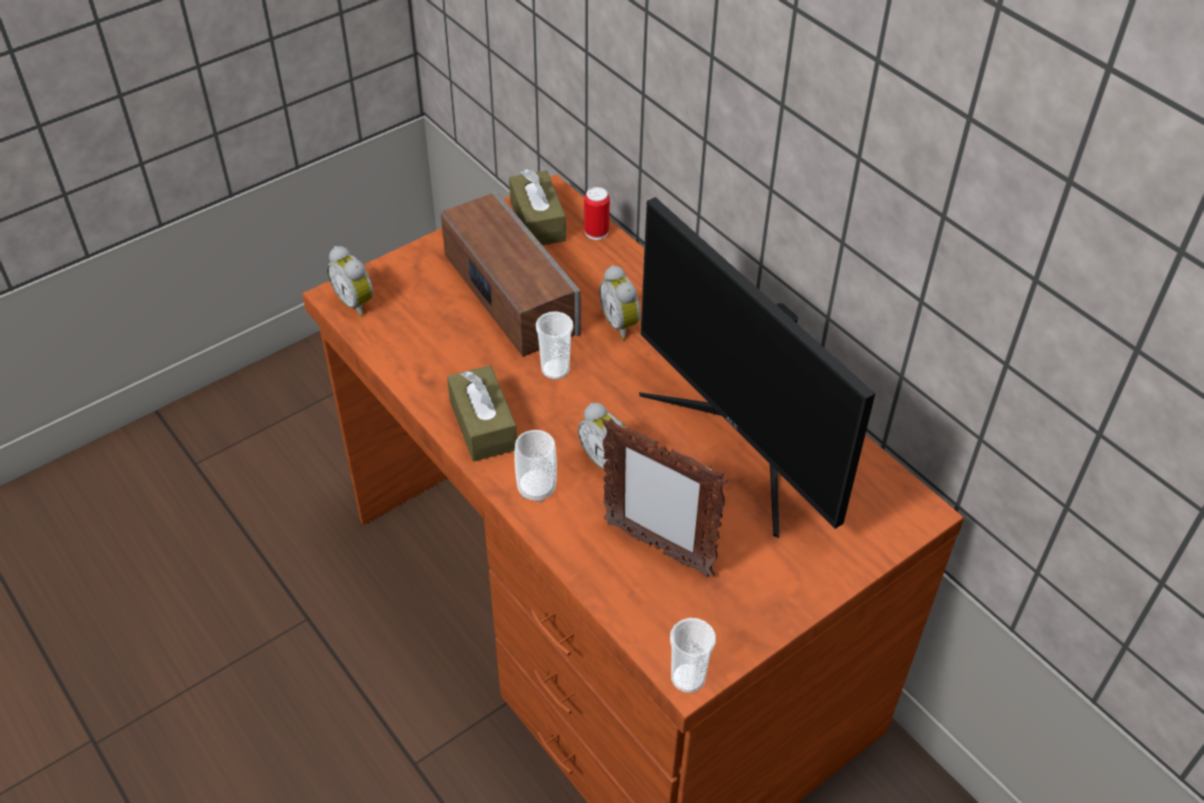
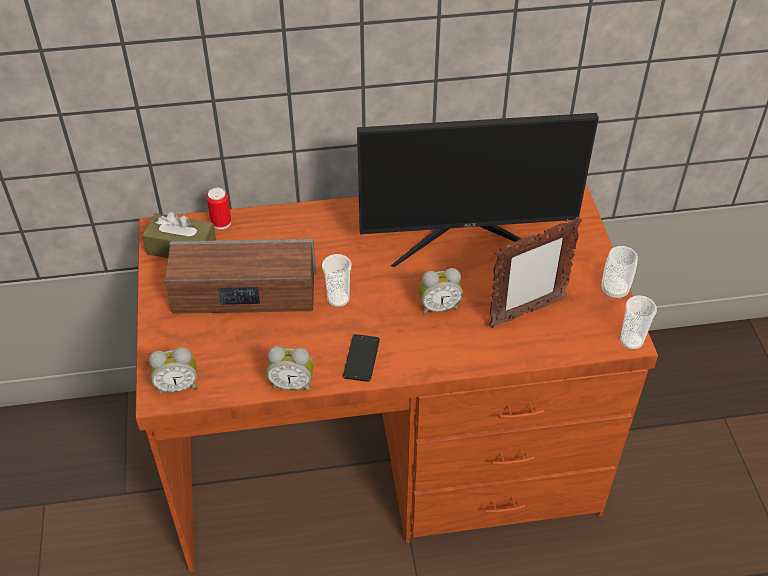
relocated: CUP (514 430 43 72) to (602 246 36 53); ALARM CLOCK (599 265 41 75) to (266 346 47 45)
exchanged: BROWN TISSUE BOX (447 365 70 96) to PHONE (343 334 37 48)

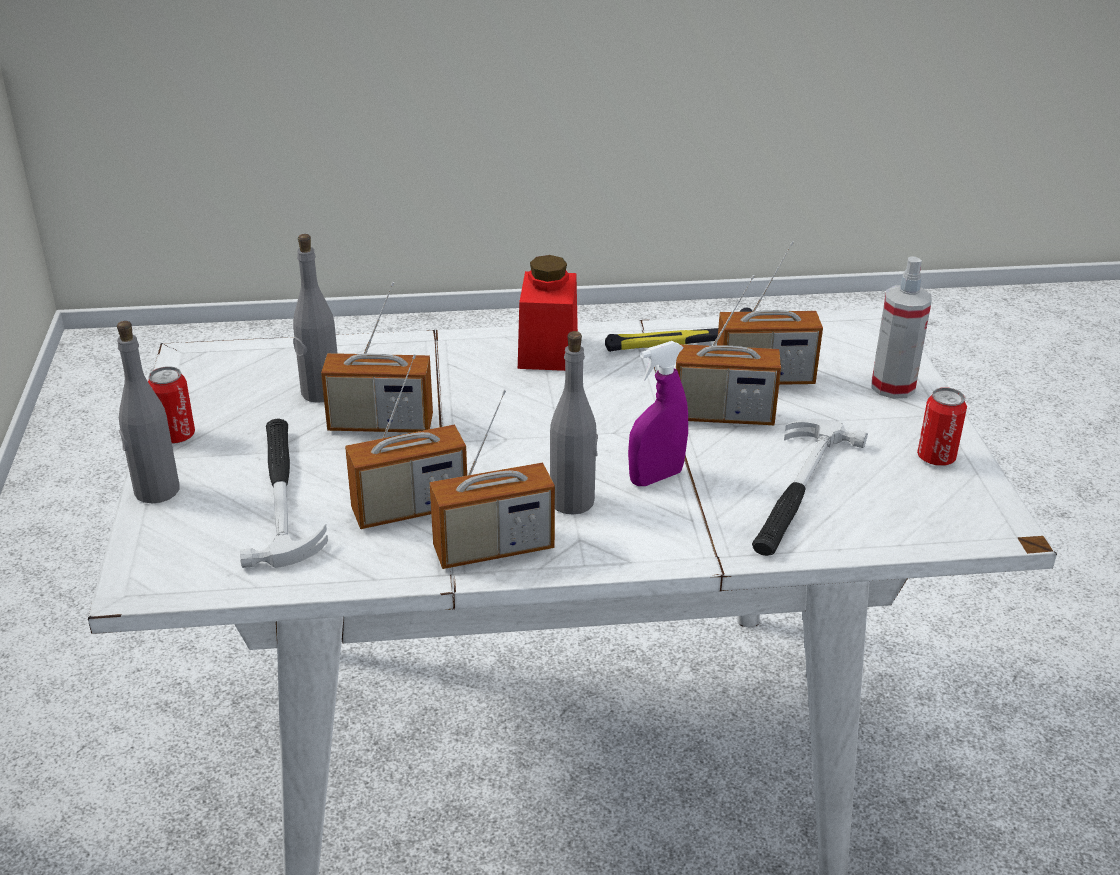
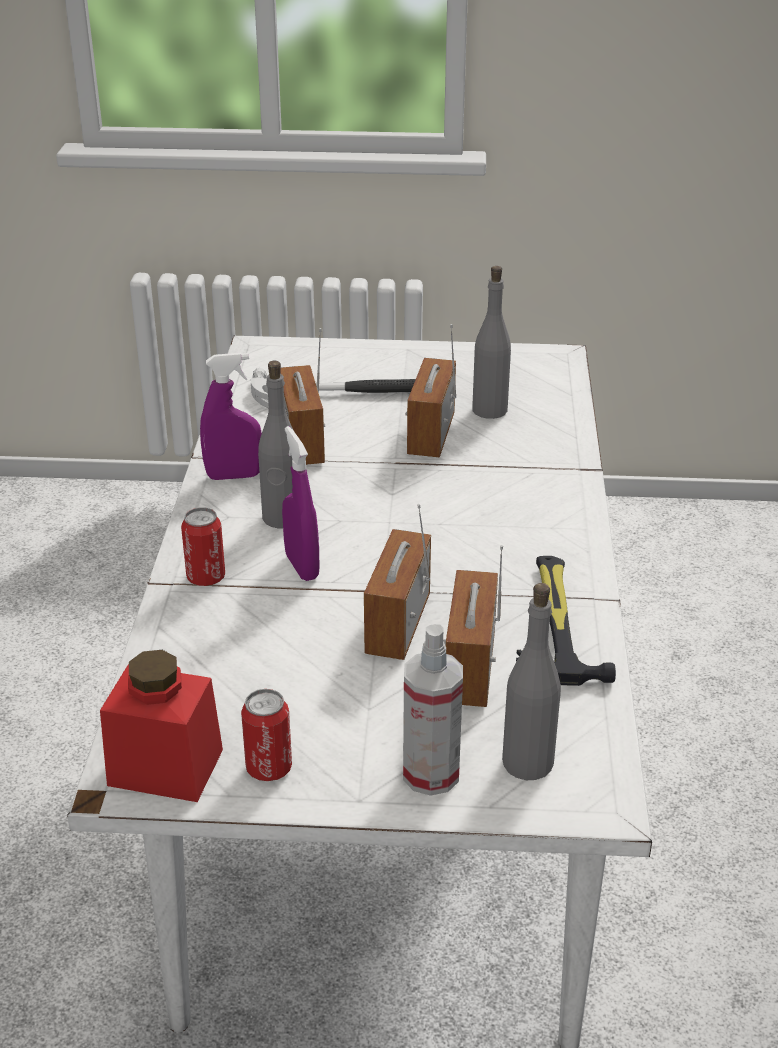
missing: HAMMER (752 419 116 137)
relocated: GREY BOTTLE (117 321 62 183) to (502 583 59 197); CAN (148 366 47 78) to (181 507 44 79); RED JAR (518 255 60 116) to (100 650 123 152)
exchanged: RADIO (430 390 125 179) to PURPLE SPRAY BOTTLE (200 353 62 127)

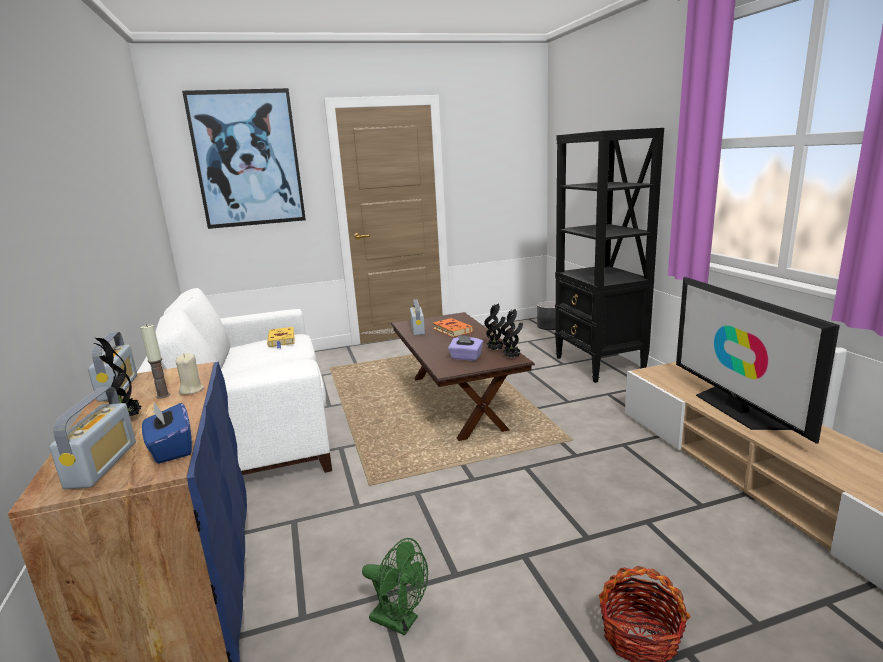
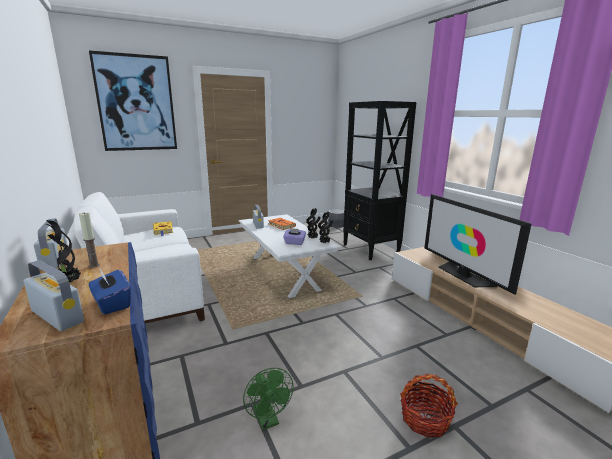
missing: BEIGE CANDLE (176 353 28 42)
colour: BROWN COFFEE TABLE (391 312 144 129) to WHITE COFFEE TABLE (239 214 101 84)
spun: RADIO (49 387 87 102) = (24 260 60 71) 45 degrees counterclockwise; GREEN FAN (362 538 66 97) = (243 368 50 62) 45 degrees clockwise

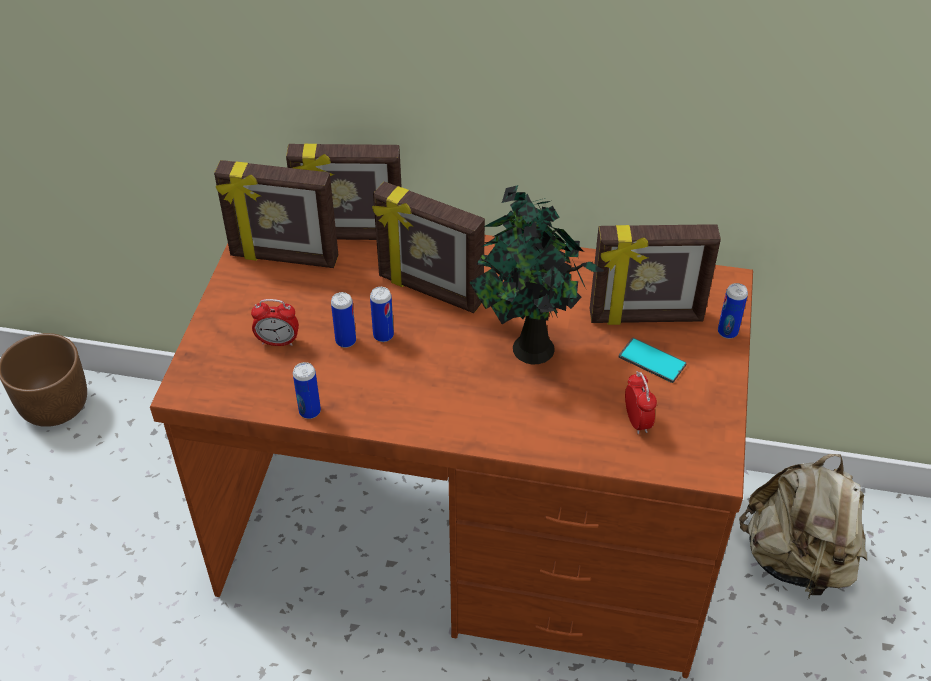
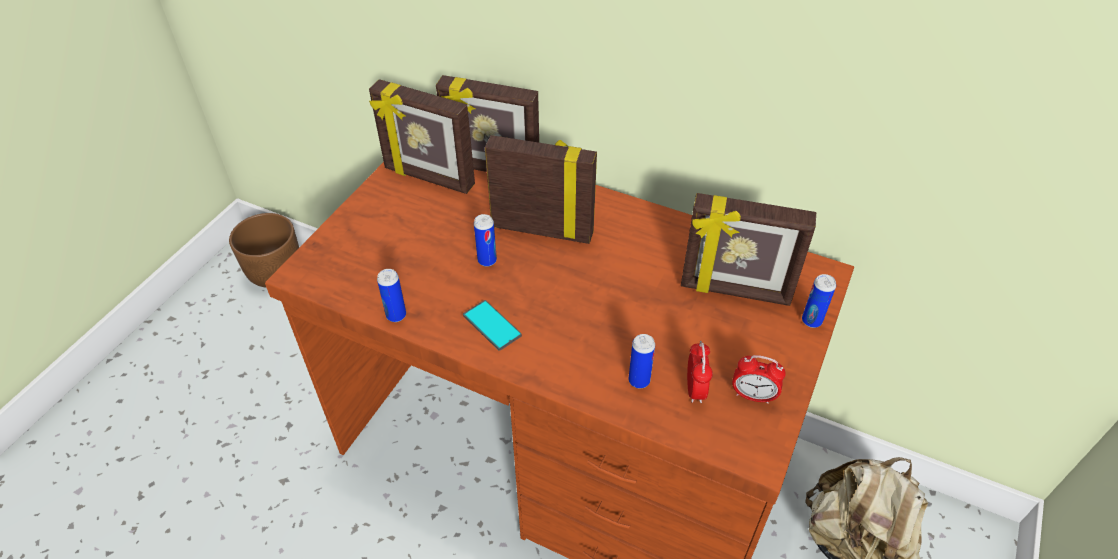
missing: POTTED PLANT (469 185 135 179)
relocated: ALARM CLOCK (251 299 48 47) to (732 355 54 49); CAN (331 292 25 56) to (629 334 26 54); PHONE (619 338 68 45) to (463 300 59 51)
spun: PICTURE FRAME (372 181 113 132) = (485 135 112 109) 150 degrees clockwise

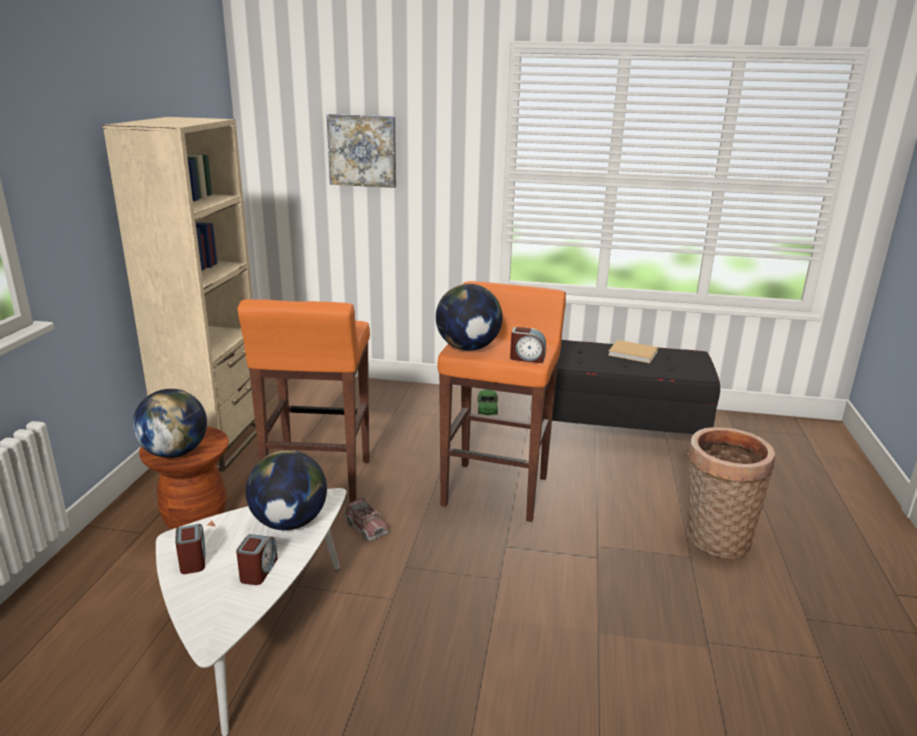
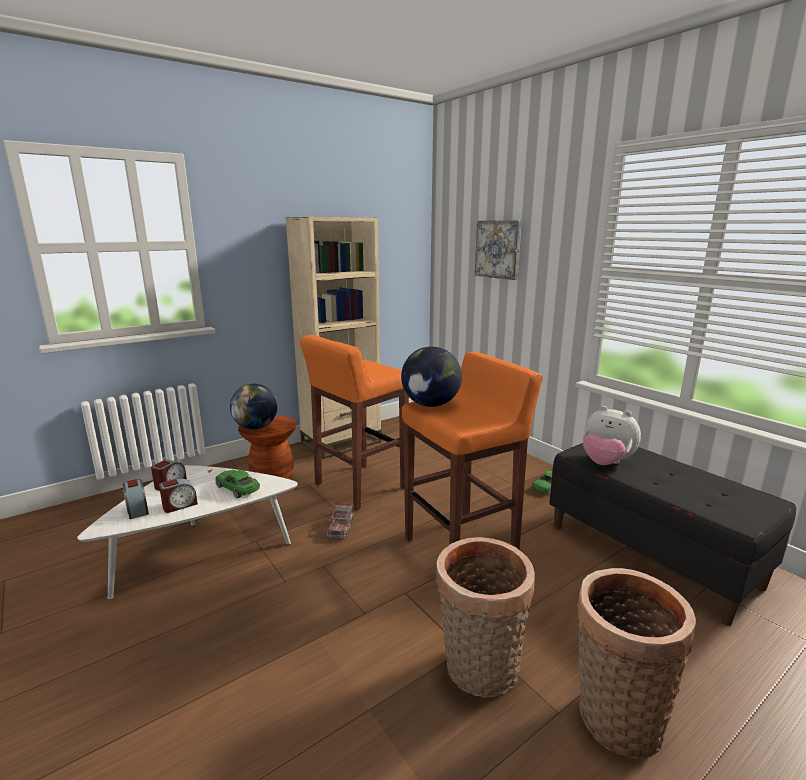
missing: BEIGE BOOK (608 340 50 23)
appeared: BASKET (436 537 99 161); PLUSH TOY (582 406 59 59)
relocated: ALARM CLOCK (510 327 36 36) to (123 479 26 40)
exchanged: GLOBE (246 450 81 80) to GREEN TOY CAR (215 470 45 28)

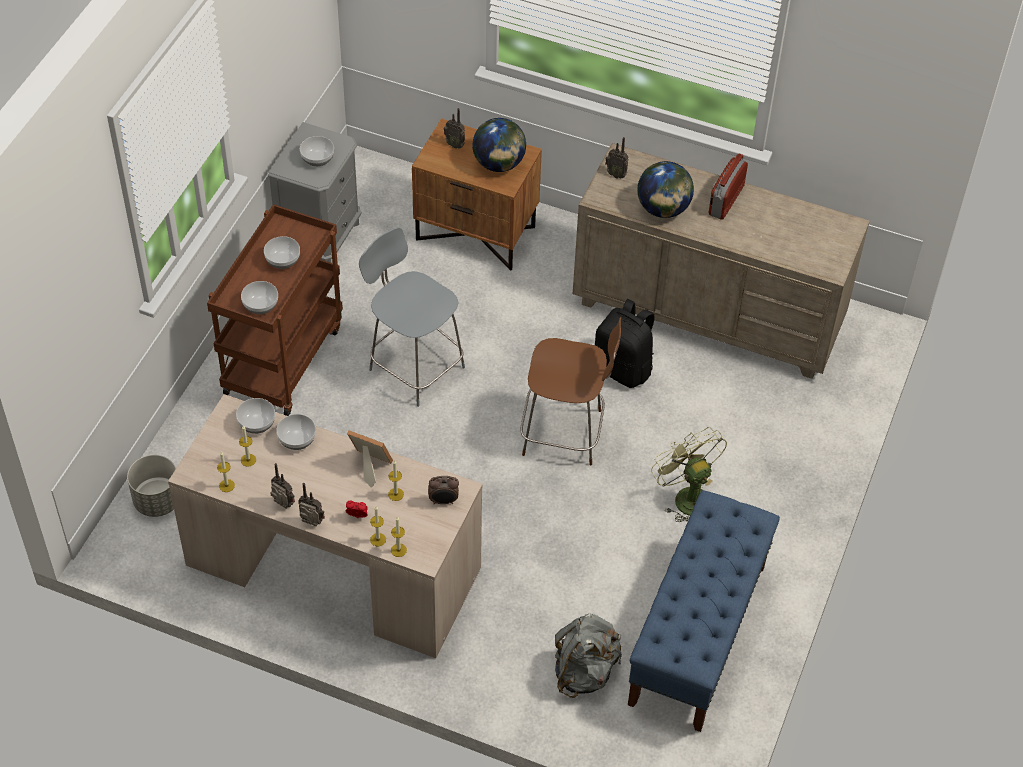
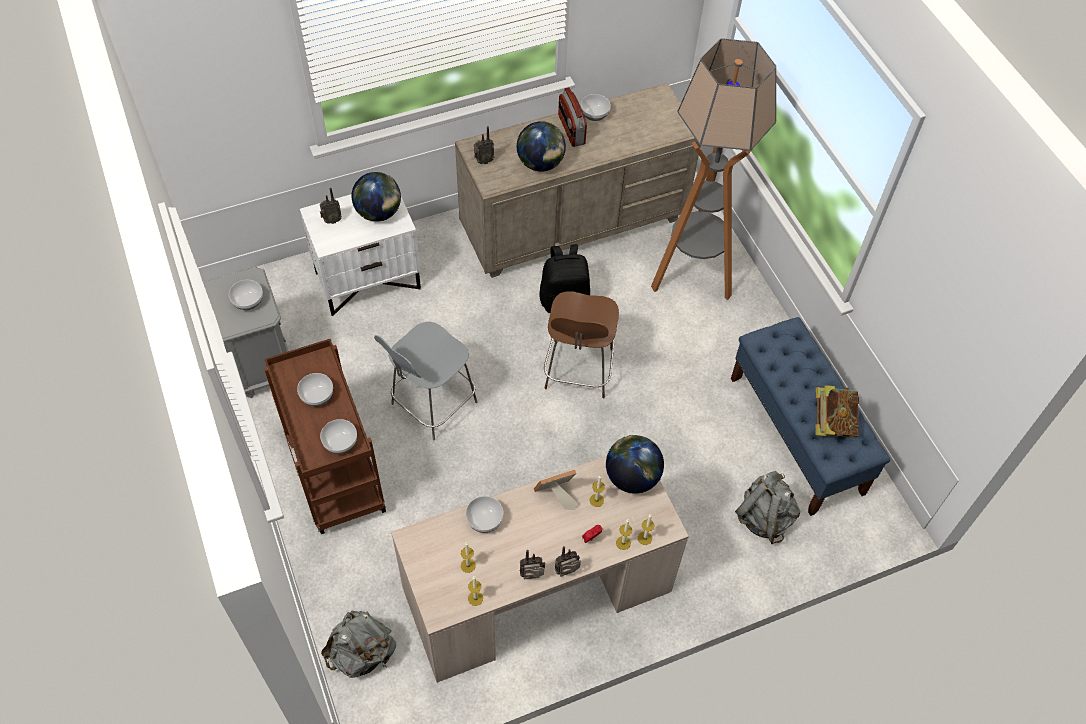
missing: GREEN FAN (651 427 76 95)
appeared: FLOOR LAMP (651 38 125 262); BOOK (816 385 43 52)
relocated: BOWL (236 398 39 36) to (580 94 31 27)
exchanged: GREY PLANTER (127 455 49 62) to GREY BACKPACK (321 611 75 67); ALARM CLOCK (428 476 31 29) to GLOBE (606 435 58 58)
colour: BROWN NIGHTSTAND (412 118 130 153) to WHITE NIGHTSTAND (300 194 121 122)
spun: GREY CHAIR (359 227 106 180) = (374 321 104 120) 45 degrees counterclockwise; BROWN CHAIR (521 317 100 149) = (544 291 75 107) 135 degrees clockwise

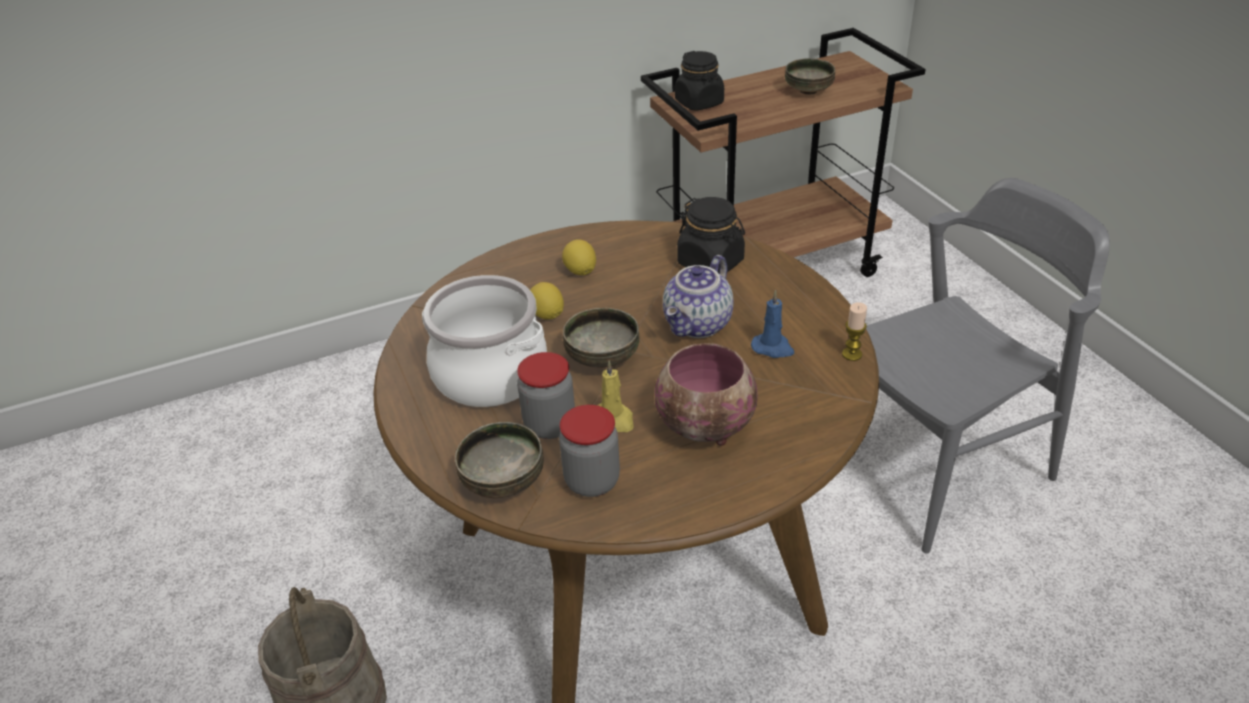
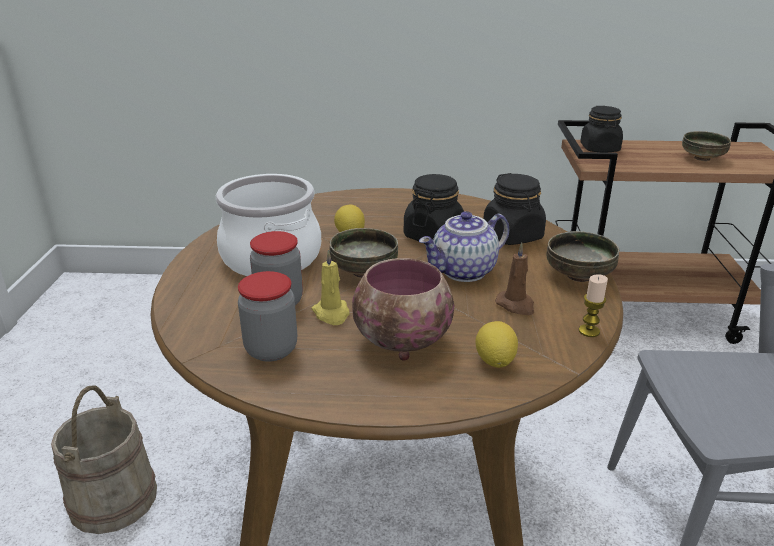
appeared: BLACK JAR (404 174 60 67)
relocated: BOWL (455 422 89 76) to (546 231 73 51); LEMON (562 239 34 36) to (475 321 43 47)
colour: BLUE CANDLE (751 290 43 68) to BROWN CANDLE (495 242 39 73)

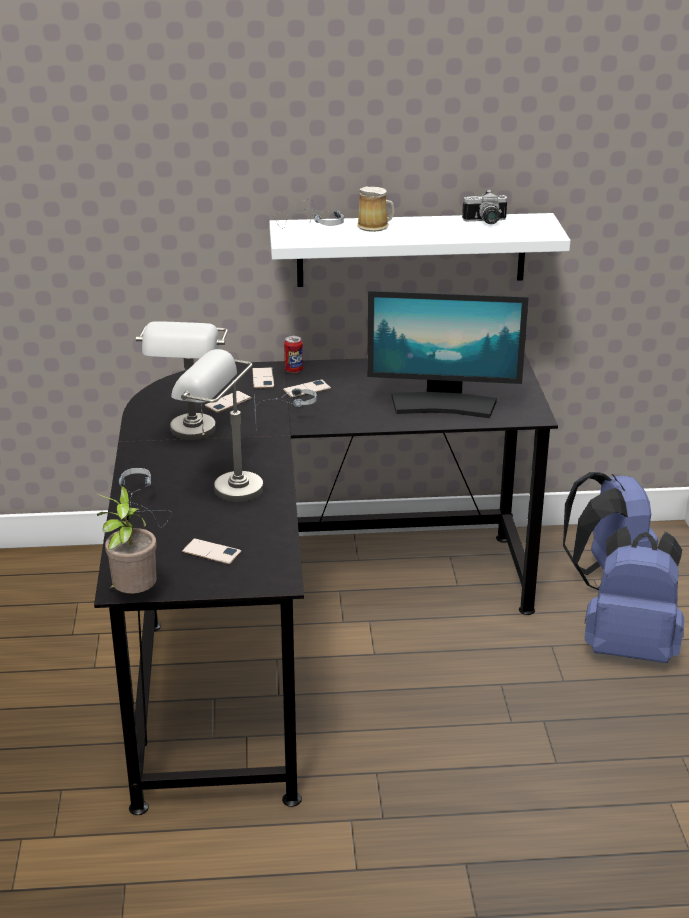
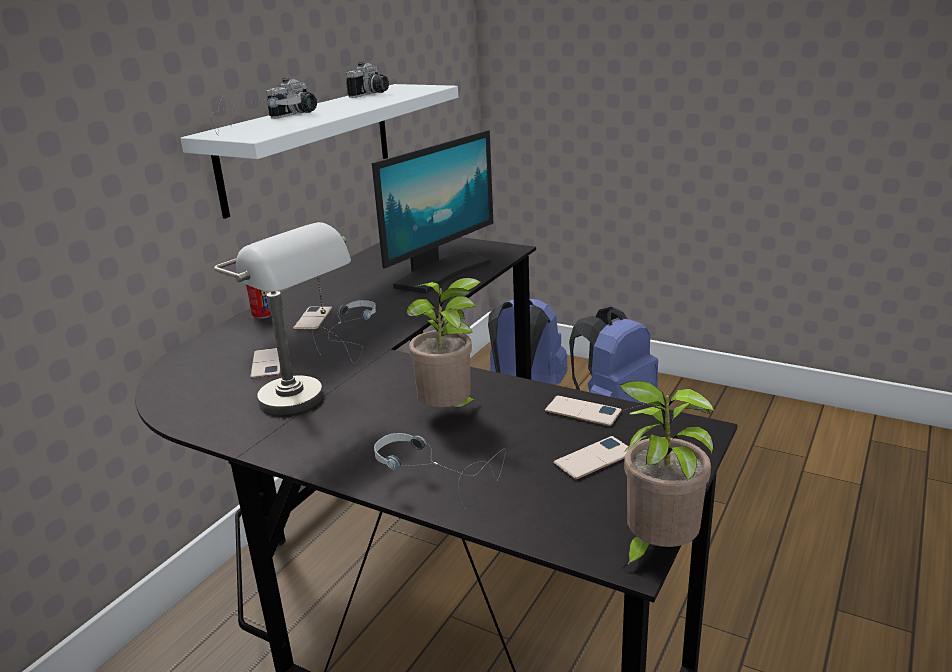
relocated: PHONE (252 367 22 22) to (544 395 78 31)
exchanged: GREY TABLE LAMP (171 349 92 153) to POTTED PLANT (406 278 75 130); MUG (357 187 37 45) to PHOTO CAMERA (266 77 51 42)

